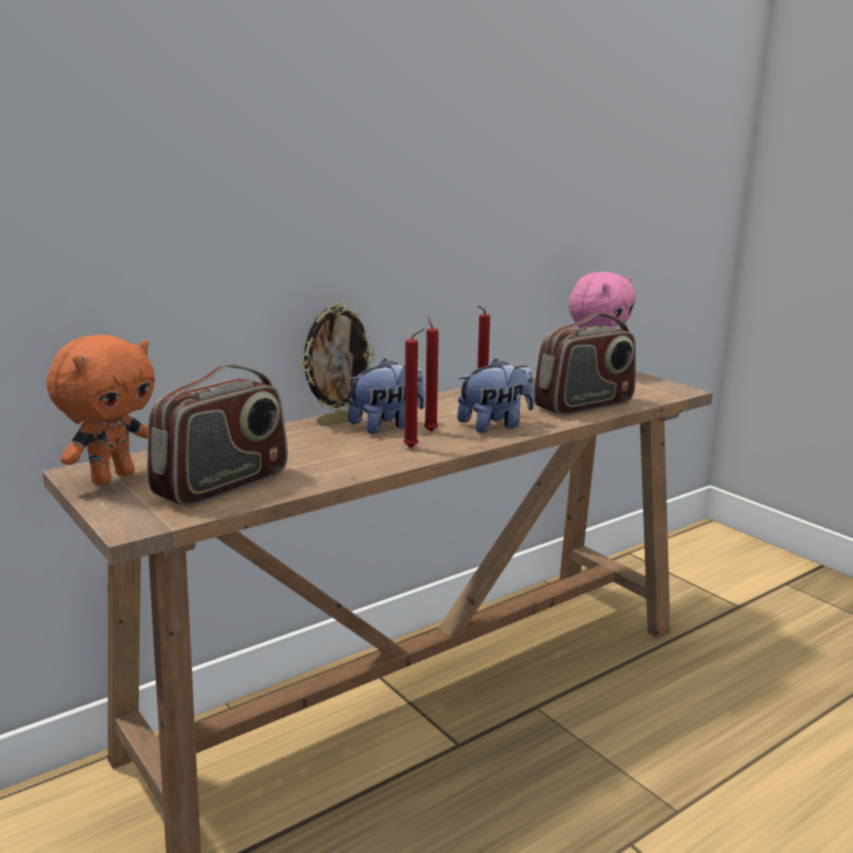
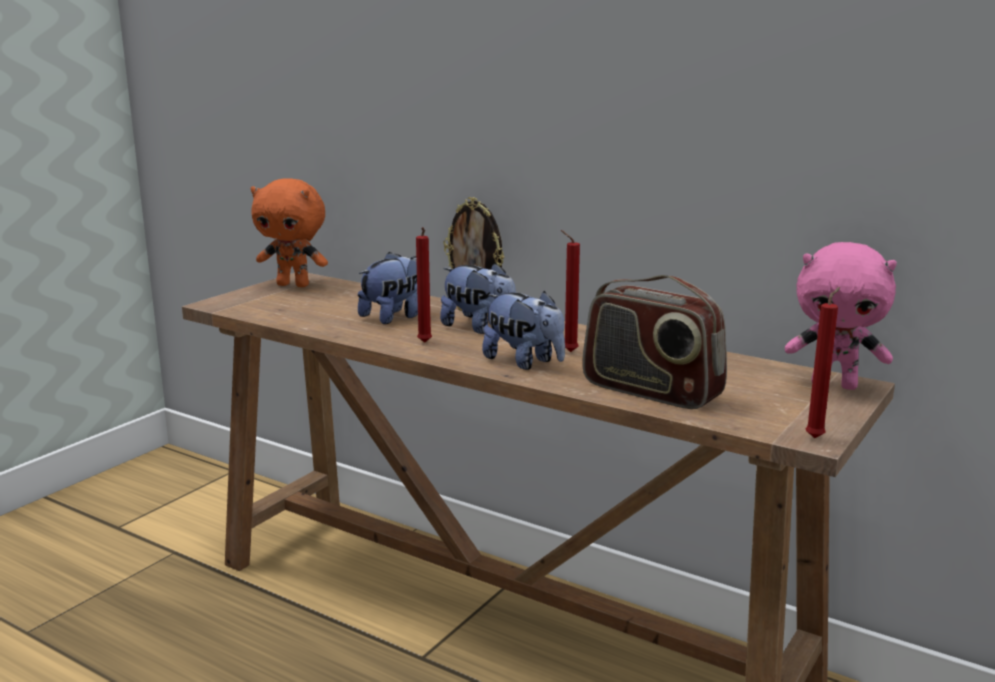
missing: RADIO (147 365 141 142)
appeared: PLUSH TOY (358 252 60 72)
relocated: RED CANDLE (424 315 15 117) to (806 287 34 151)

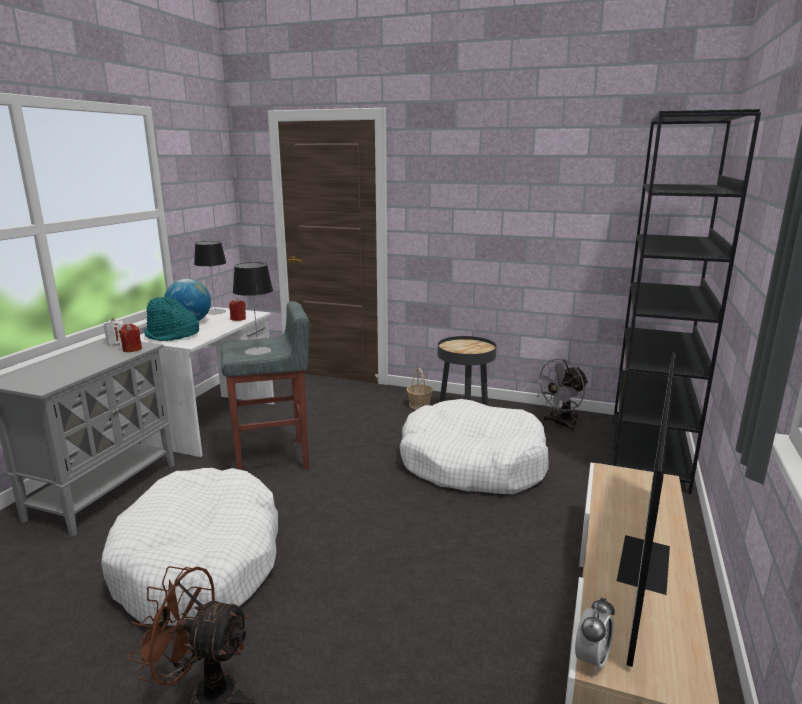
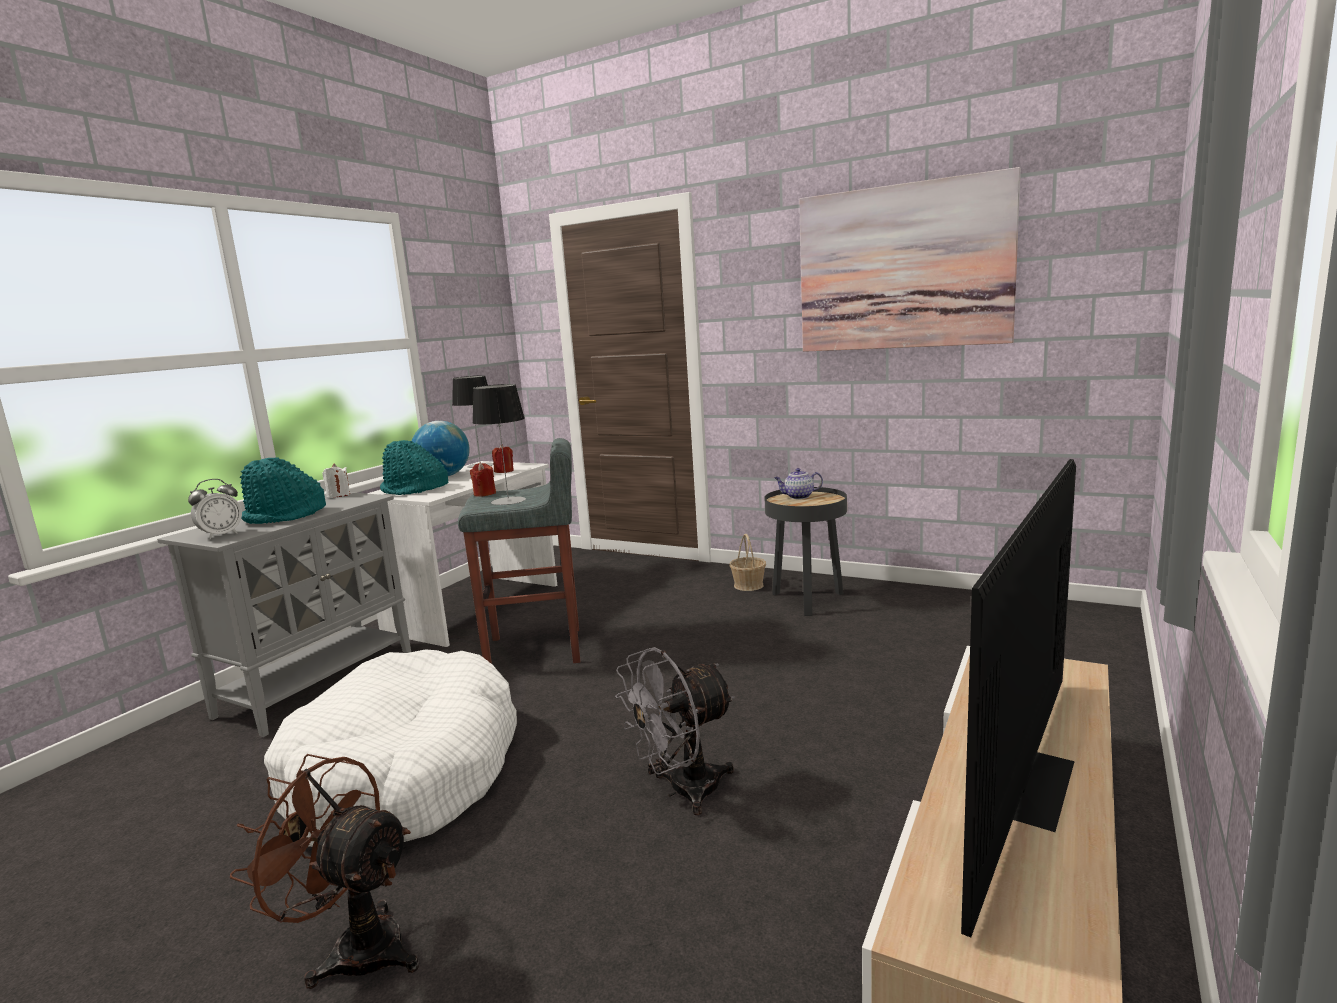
missing: WHITE DOG BED (400 399 148 96); BLACK BOOKCASE (613 109 148 385)
appeared: TURQUOISE HAT (240 457 86 67); TEAPOT (774 468 49 31); PICTURE (799 167 222 185)
relocated: RED CANDLE (119 324 23 28) to (470 462 26 35); GREY FAN (533 359 56 73) to (615 647 120 168); ALARM CLOCK (575 598 40 75) to (188 479 54 61)

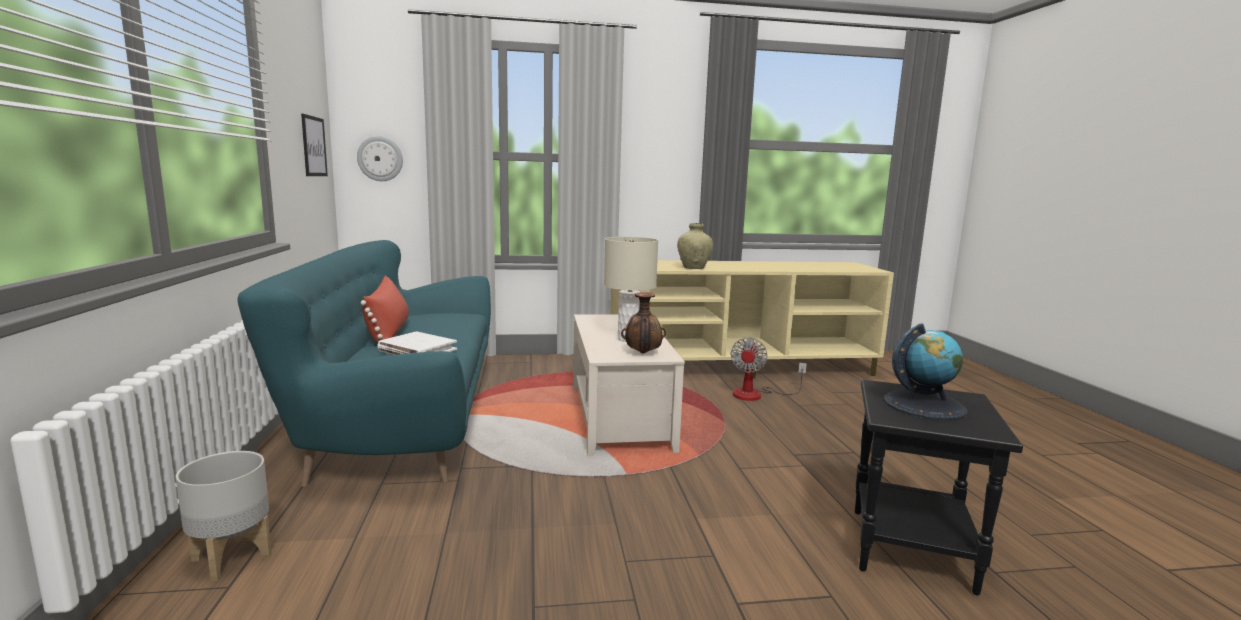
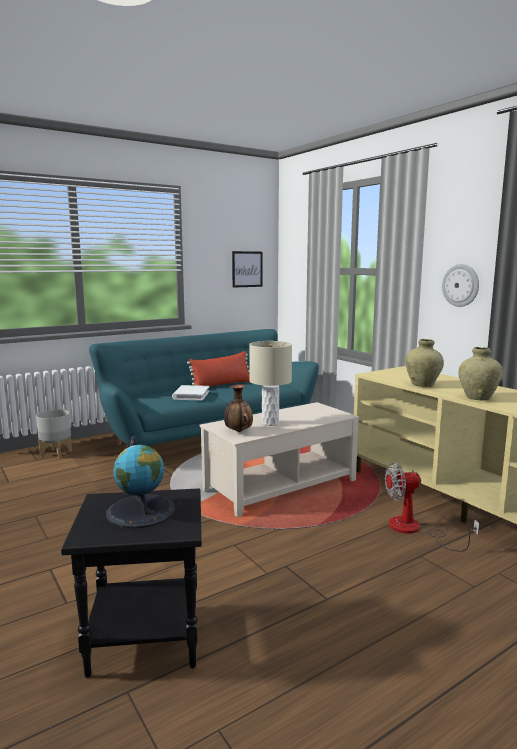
appeared: BEIGE VASE (458 347 45 54)
relocated: WALL CLOCK (357 136 46 45) to (442 264 37 43)

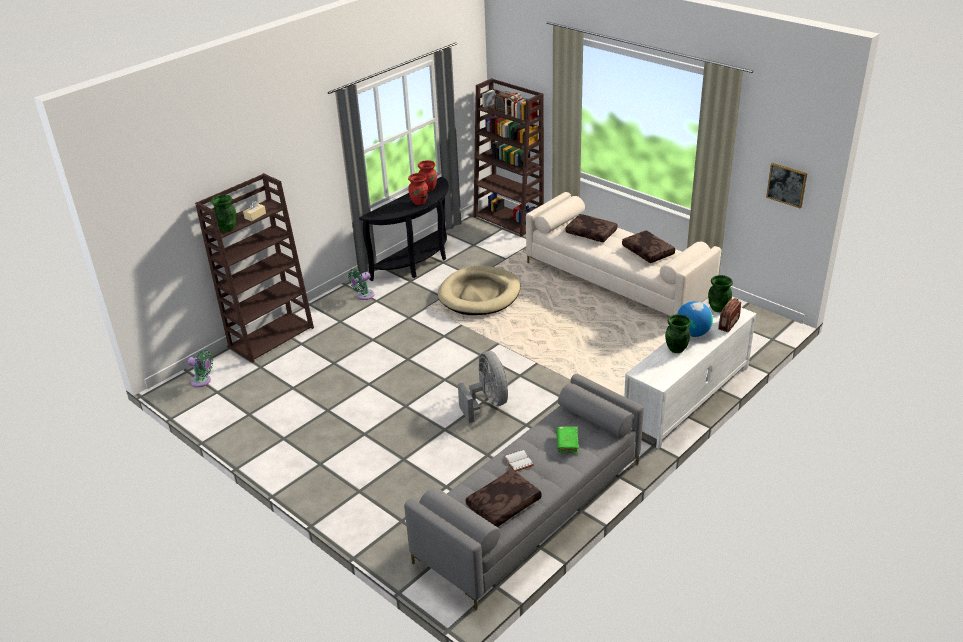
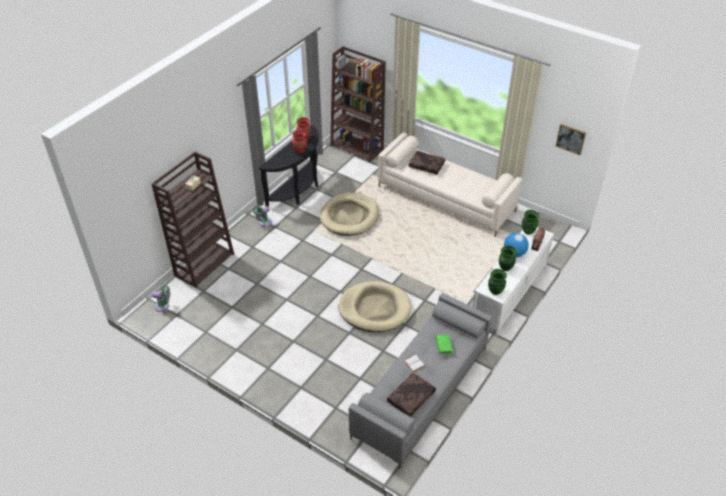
missing: BROWN PILLOW (622 231 53 32)
relocated: GREEN VASE (211 194 26 38) to (488 269 19 26)
exchanged: GREY FAN (458 351 50 72) to BEIGE DOG BED (338 281 73 51)

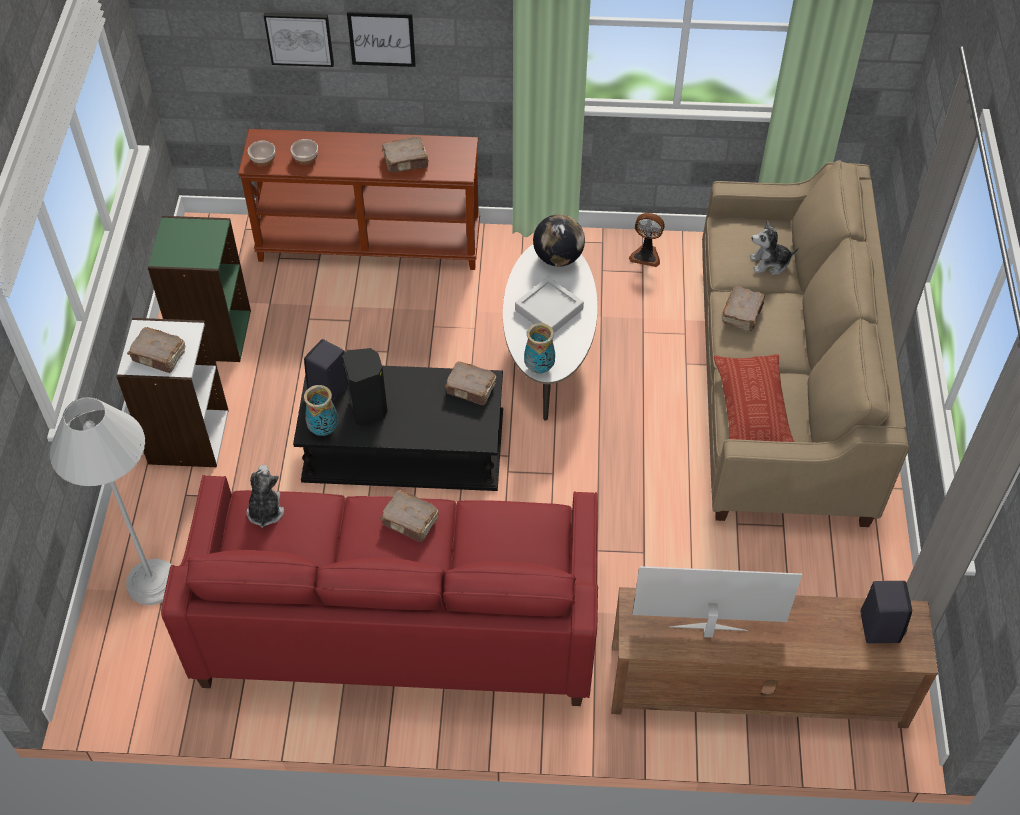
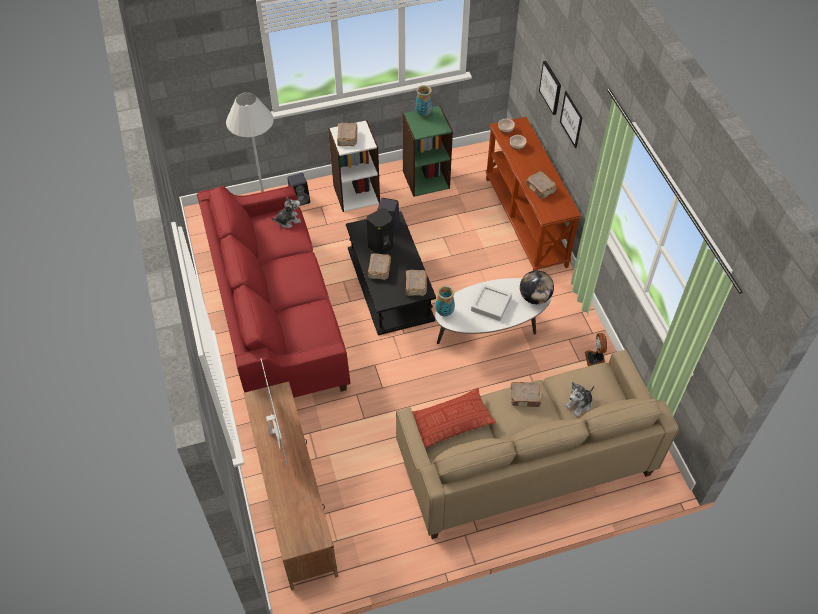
relocated: VASE (304 385 34 51) to (415 85 18 31); BROWN BOOK (380 490 59 53) to (368 253 23 27); BLACK SPEAKER (860 581 52 62) to (287 173 23 33)
spun: PLUSH TOY (750 220 49 55) = (565 382 29 34) 105 degrees counterclockwise

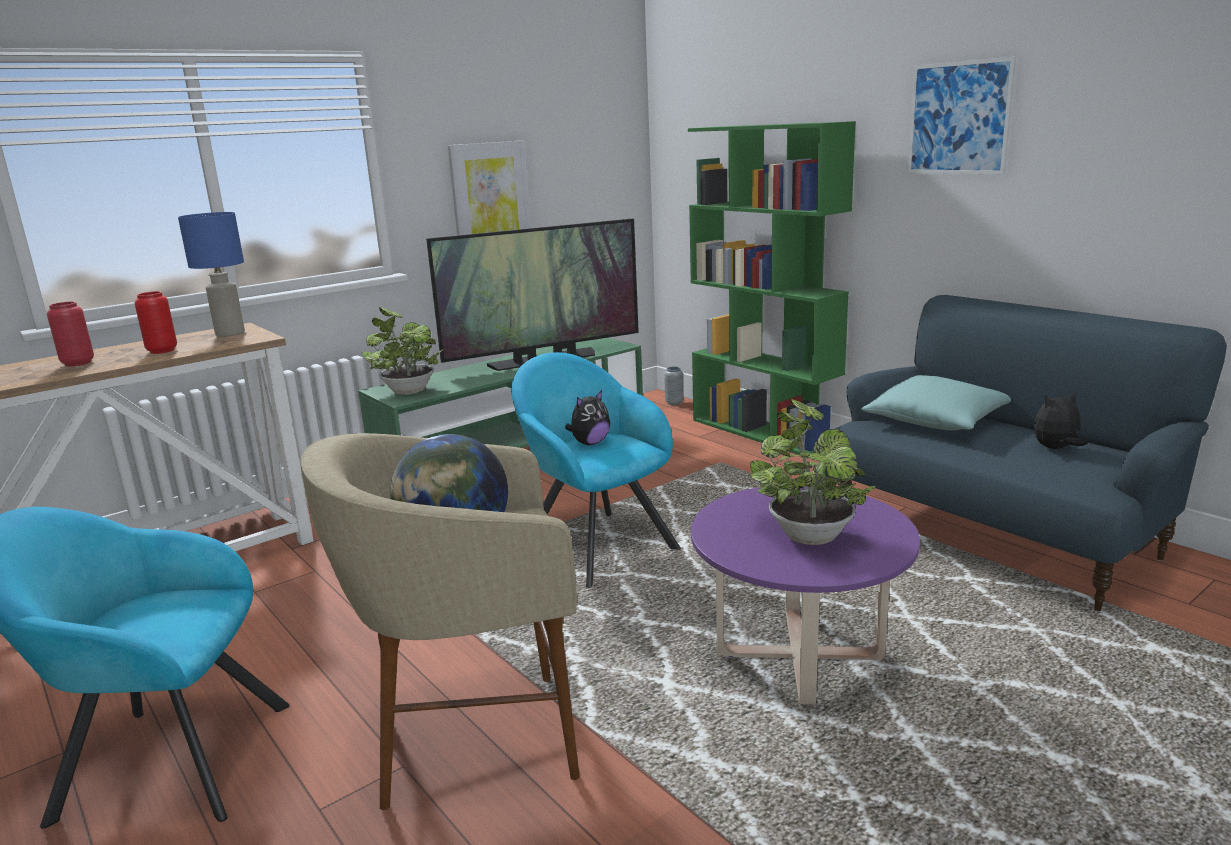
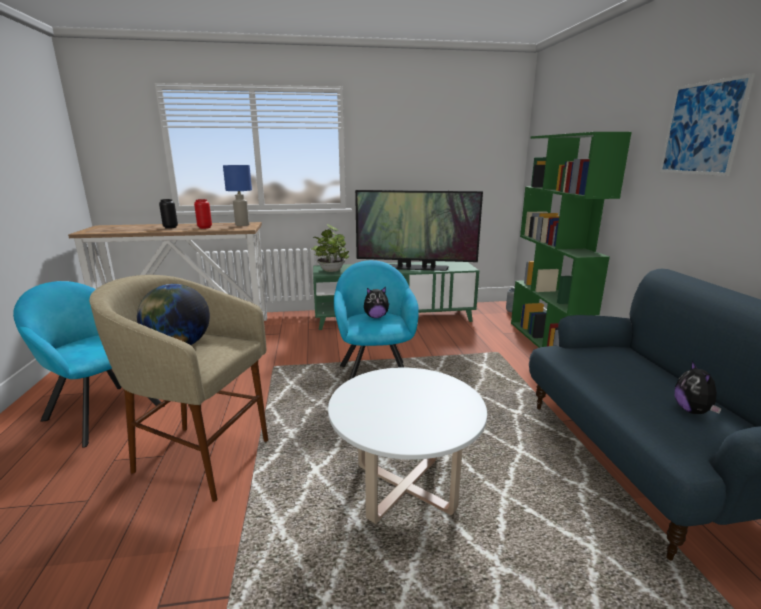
missing: PICTURE (448 141 83 94); POTTED PLANT (750 399 126 146); TURQUOISE PILLOW (862 375 149 55)
colour: RED VASE (47 301 47 66) to BLACK VASE (159 199 19 30); PURPLE COFFEE TABLE (691 486 229 219) to WHITE COFFEE TABLE (328 368 159 156)
spun: PLUSH TOY (1034 392 54 57) = (675 361 47 53) 105 degrees counterclockwise

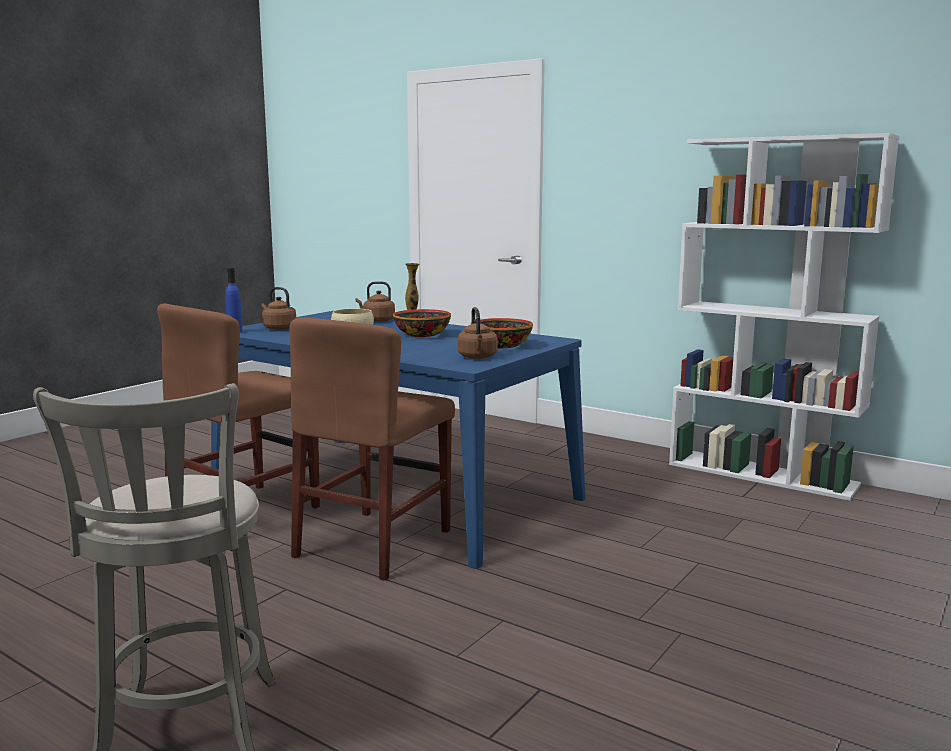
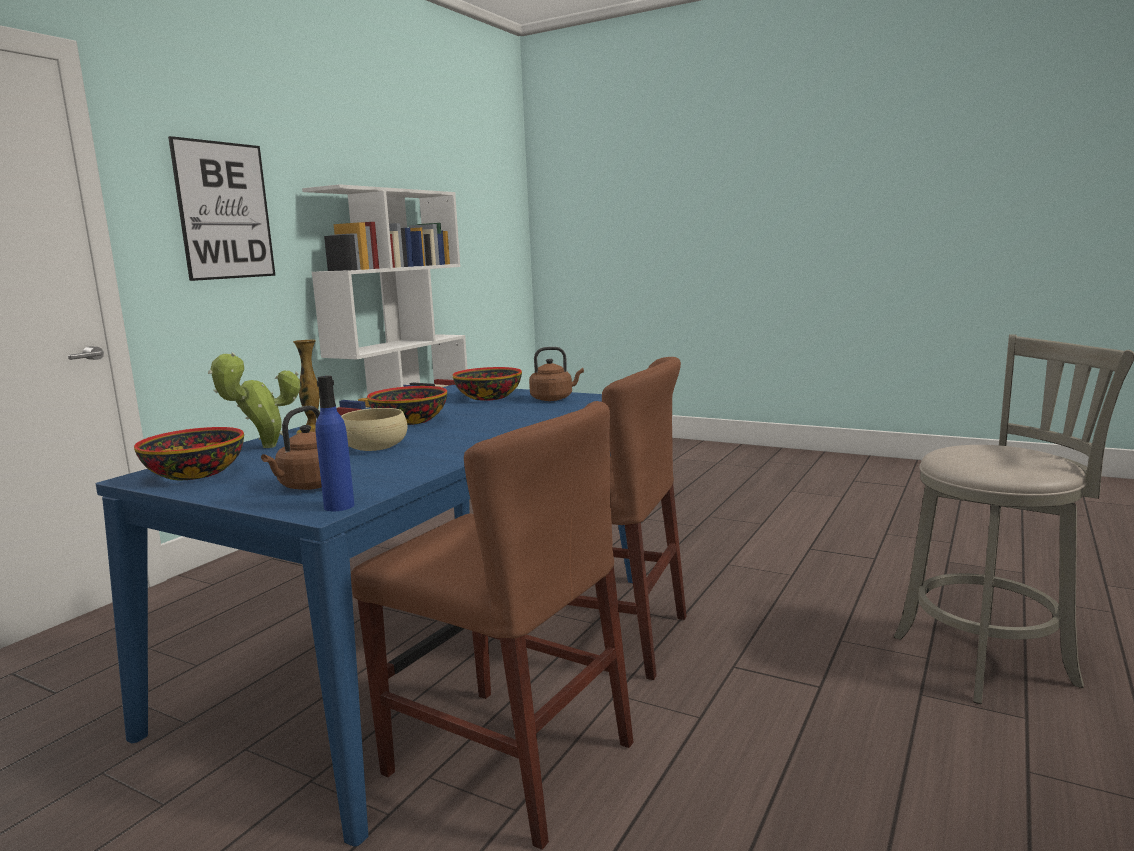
appeared: BOWL (134 427 110 53); PICTURE (168 136 108 145)
exchanged: BROWN KETTLE (356 281 39 41) to POTTED PLANT (208 353 93 95)

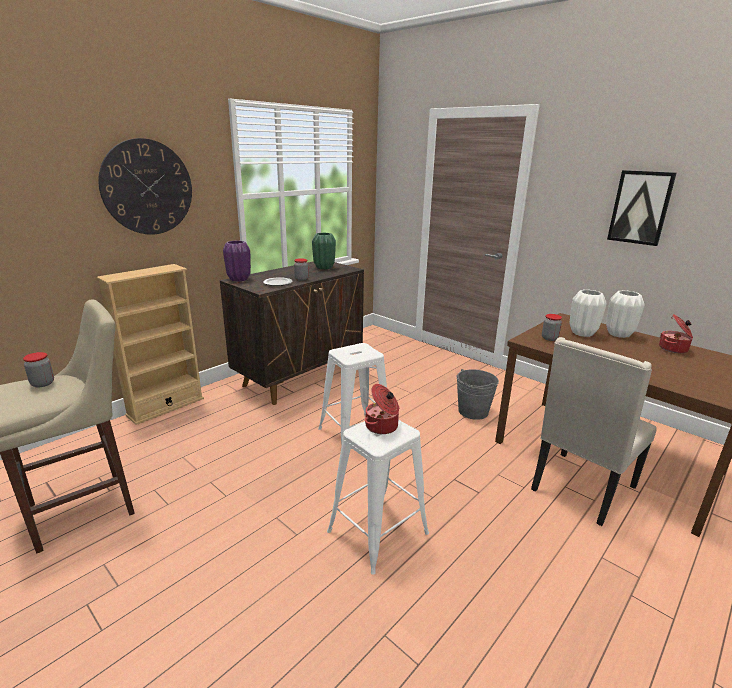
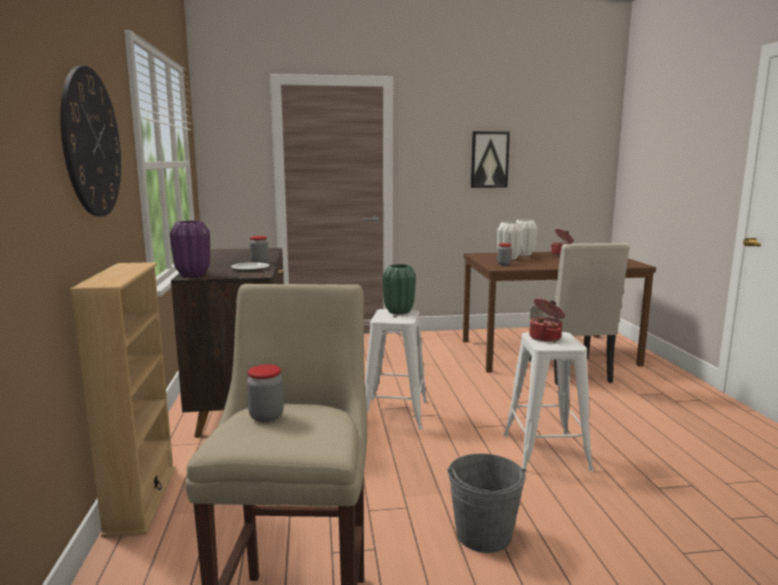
relocated: GREEN VASE (312 233 24 36) to (383 264 33 51); GREY BUCKET (457 369 42 51) to (447 453 79 100)

